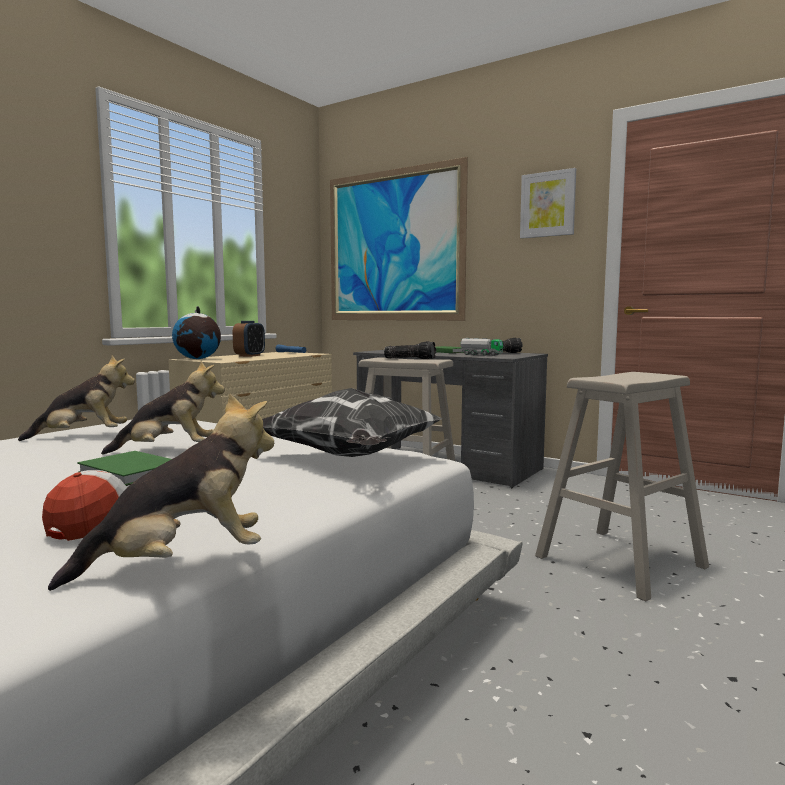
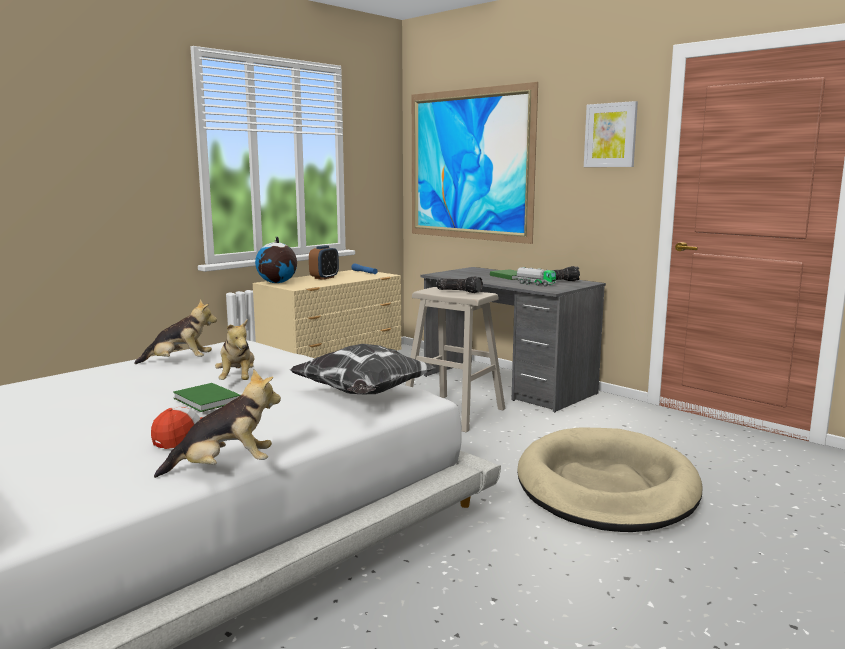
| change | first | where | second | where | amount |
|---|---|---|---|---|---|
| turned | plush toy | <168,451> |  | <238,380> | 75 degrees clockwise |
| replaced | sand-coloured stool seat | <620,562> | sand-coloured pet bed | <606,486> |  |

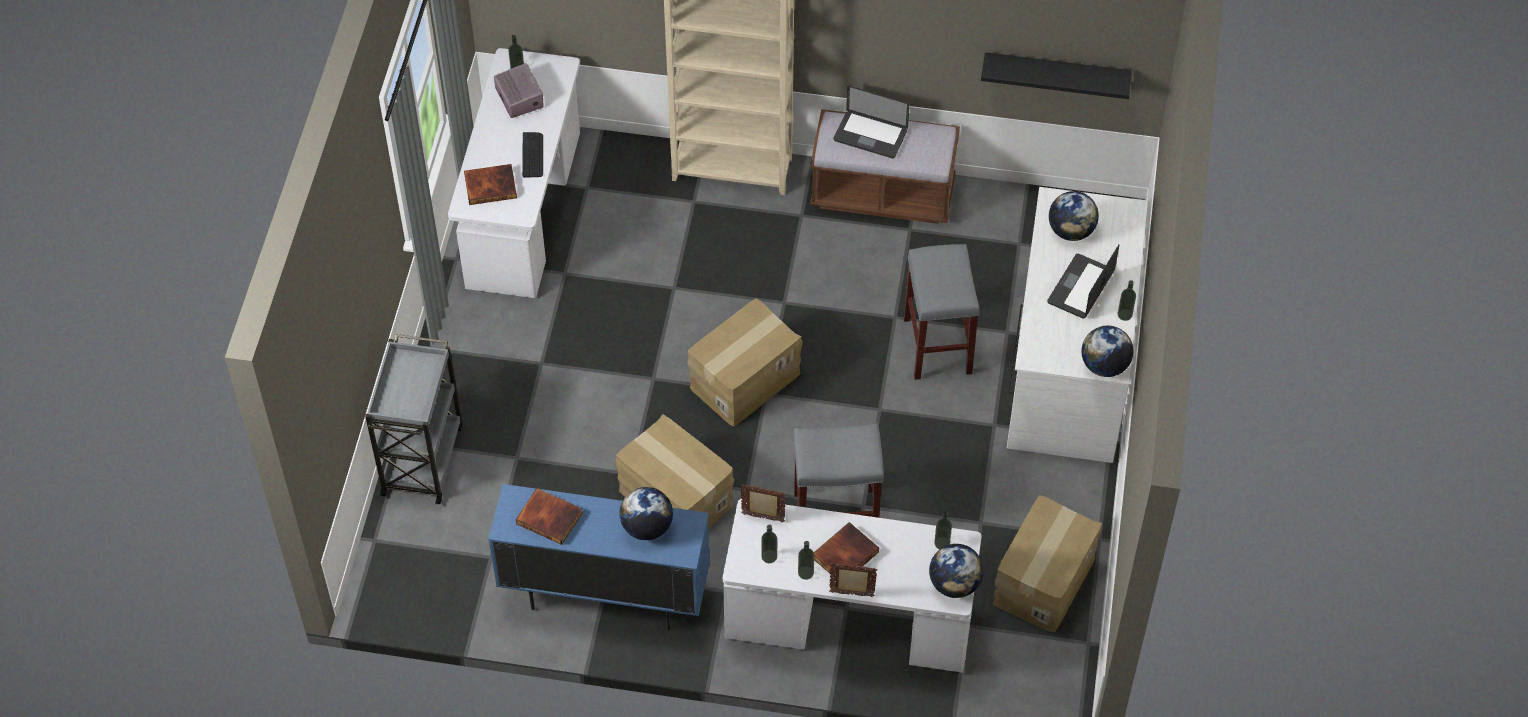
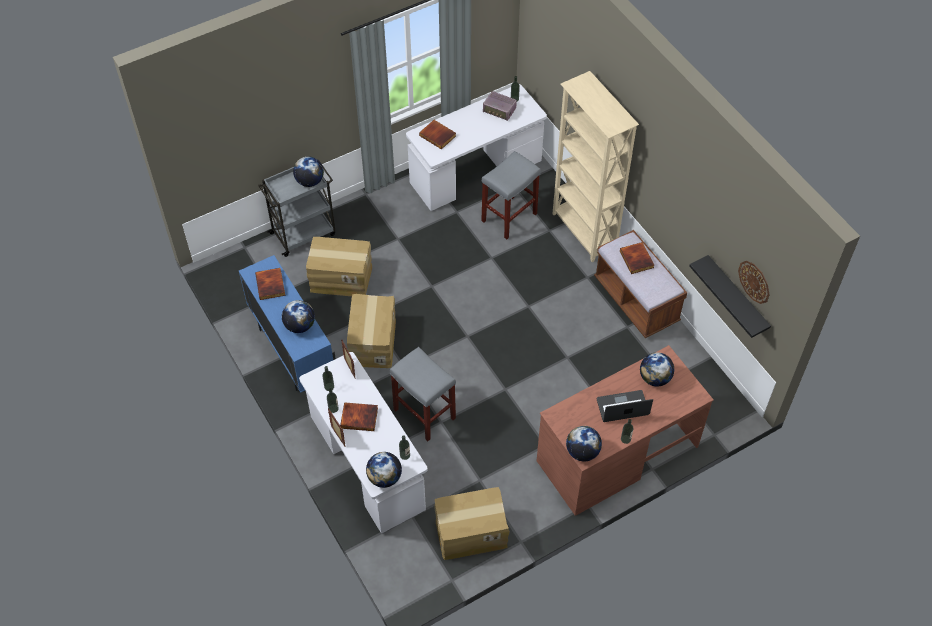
| change | first | where | second | where | amount |
|---|---|---|---|---|---|
| turned | radio receiver | <519,98> |  | <499,110> | 90 degrees clockwise |
| removed | keyboard | <533,155> |  |  |  |
| moved | packing box | <744,379> |  | <341,278> |  |
| replaced | portable computer | <870,135> | bound book | <637,259> |  |
| moved | gray stool seat | <938,347> |  | <509,218> |  |
| recoloured | white desk | <1069,365> | brown-coloured desk | <616,453> |  |
| added |  |  | desk globe | <309,181> |  |
| added |  |  | hanging clock | <754,281> |  |

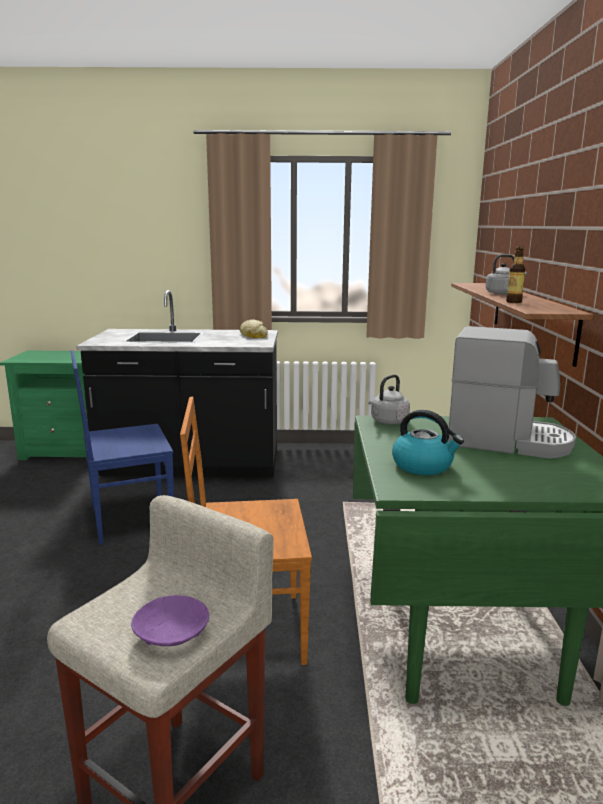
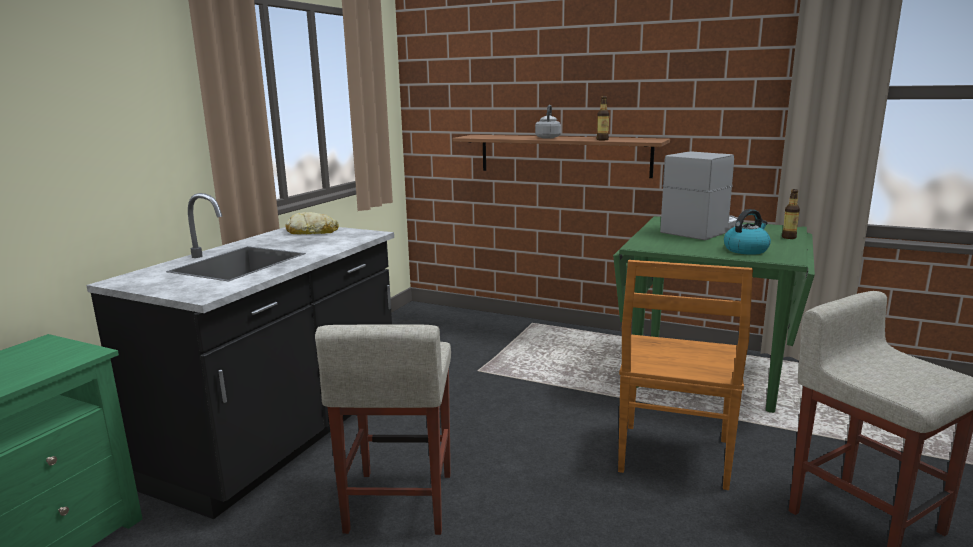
| change | first | where | second | where | amount |
|---|---|---|---|---|---|
| replaced | bluish upright chair | <129,519> | sand-coloured stool seat | <399,503> |  |
| removed | purple deep dish | <171,634> |  |  |  |
| removed | gray water kettle | <388,421> |  |  |  |
| added |  |  | drink bottle | <789,237> |  |

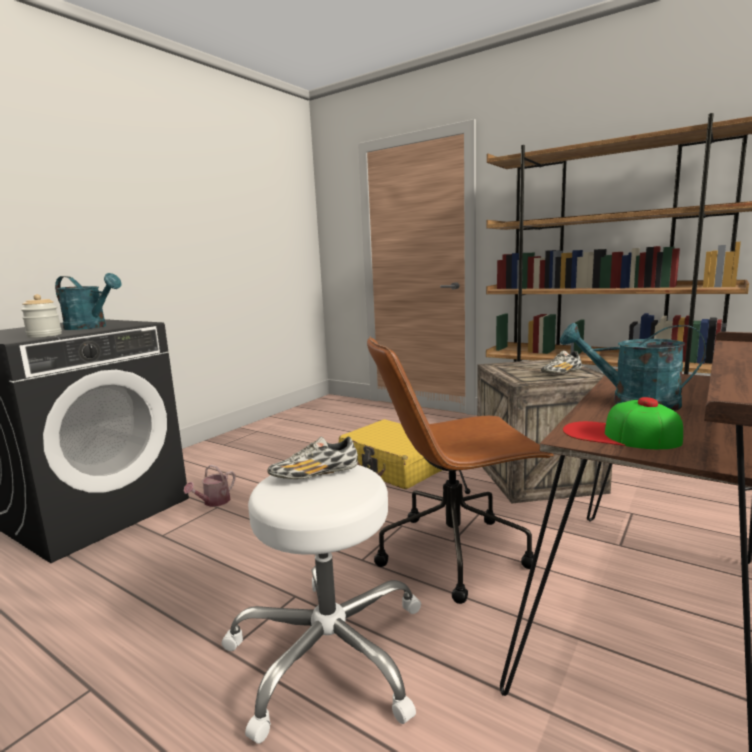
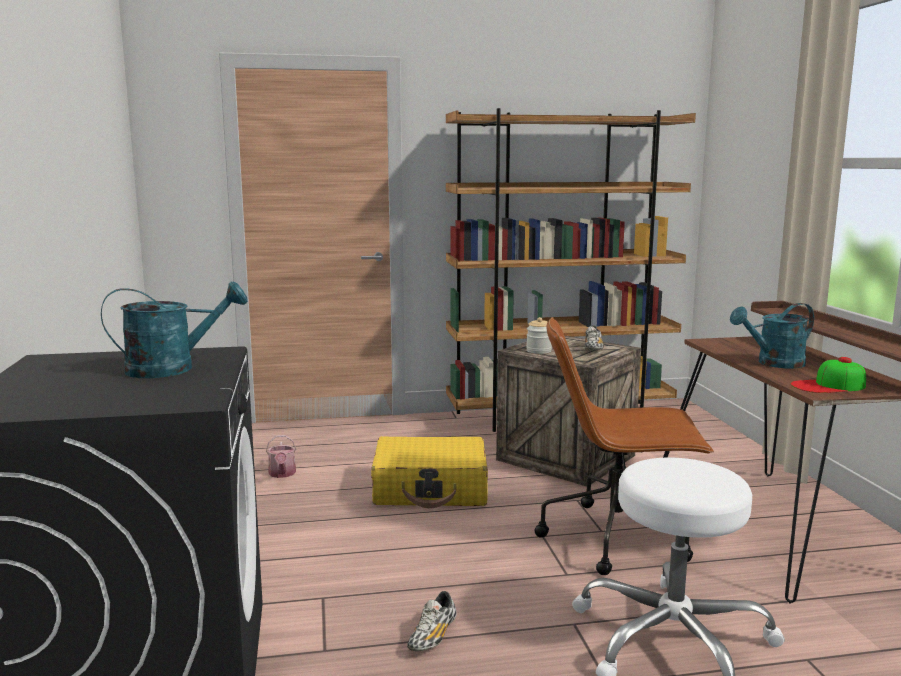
| change | first | where | second | where | amount |
|---|---|---|---|---|---|
| moved | jar | <44,335> |  | <539,351> |  |
| moved | watering can | <214,502> |  | <282,474> |  |
| moved | item of footwear | <315,476> |  | <433,637> |  |
| turned | brown-coloured computer chair | <455,551> |  | <617,537> | 60 degrees clockwise |

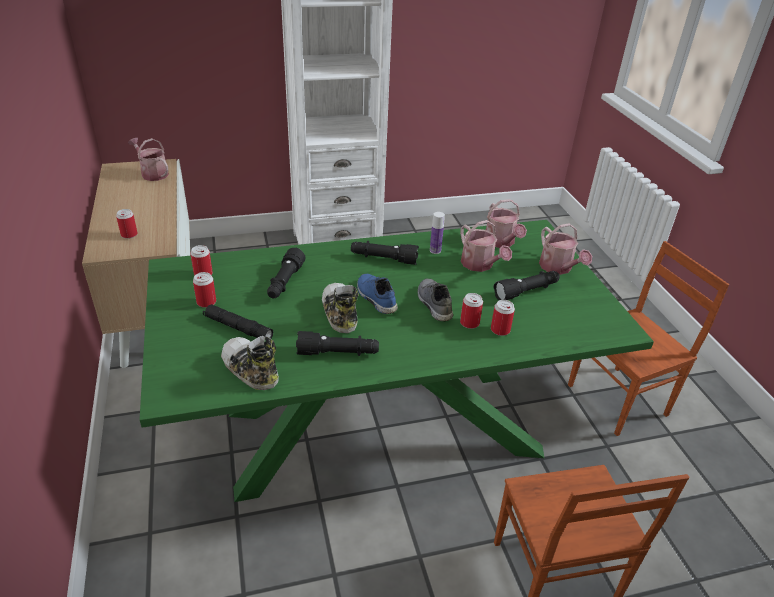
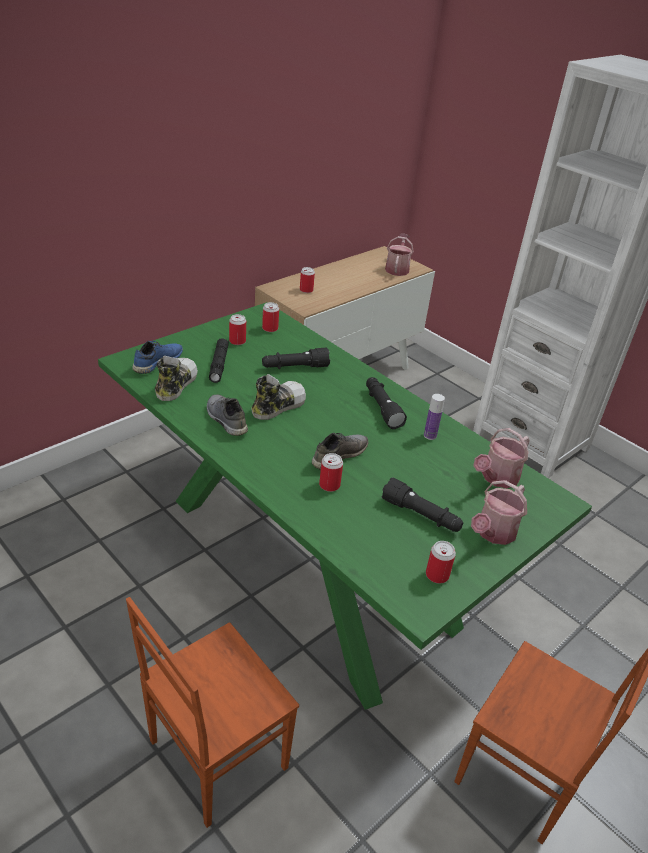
| change | first | where | second | where | amount |
|---|---|---|---|---|---|
| replaced | black-coloured flashlight | <338,353> | gray item of footwear | <225,420> |  |
| moved | bluish item of footwear | <375,298> |  | <157,362> |  |
| removed | watering can | <480,265> |  |  |  |
| moved | metal can | <500,330> |  | <437,575> |  |

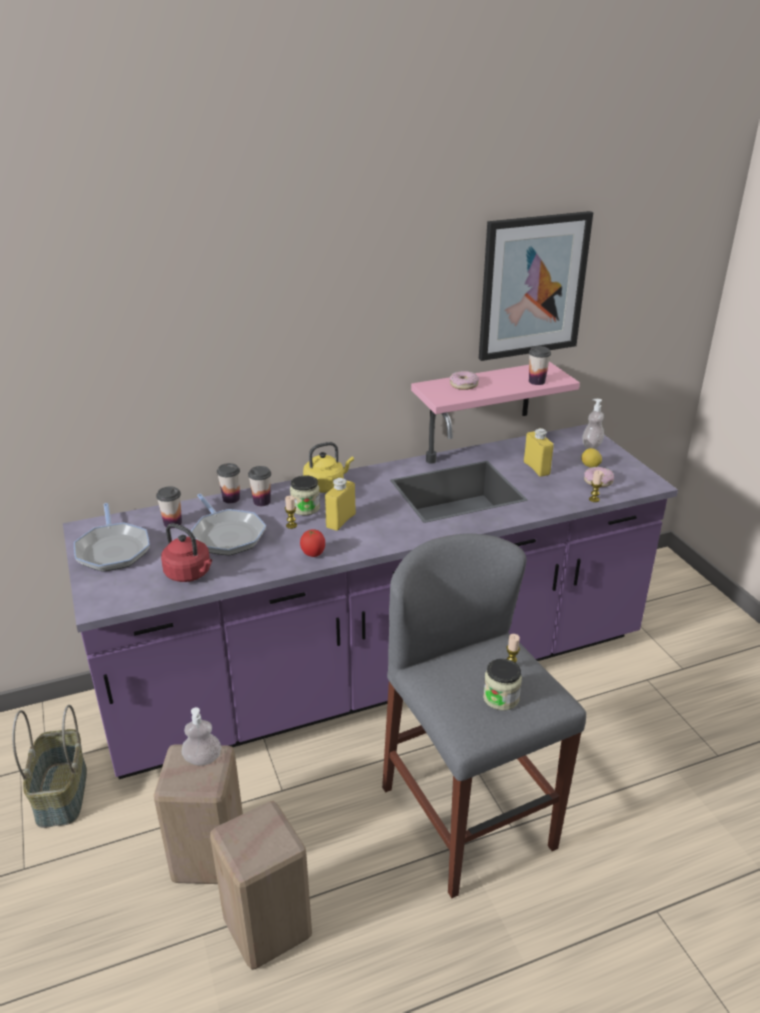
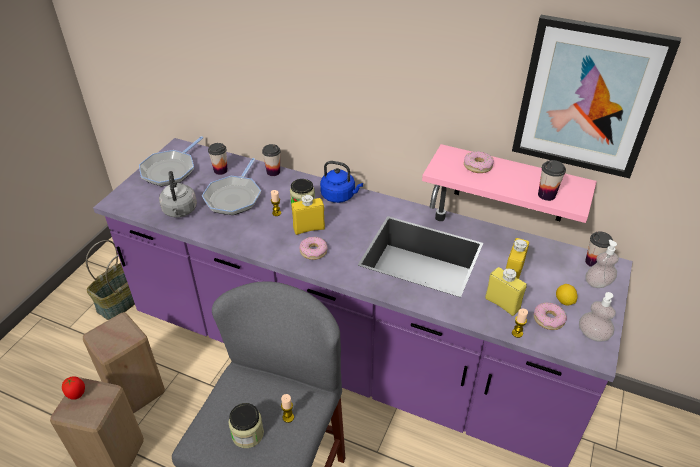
| change | first | where | second | where | amount |
|---|---|---|---|---|---|
| recoloured | red-coloured water kettle | <190,574> | gray water kettle | <180,211> |  |
| moved | soap bottle | <203,759> |  | <593,334> |  |
| moved | small cup | <262,501> |  | <593,262> |  |
| moved | whole tomato | <313,554> |  | <77,394> |  |
| recoloured | yellow water kettle | <326,486> | bluish water kettle | <340,196> |  |
| added |  |  | donut | <313,251> |  |
| added |  |  | yellow drink bottle | <502,304> |  |

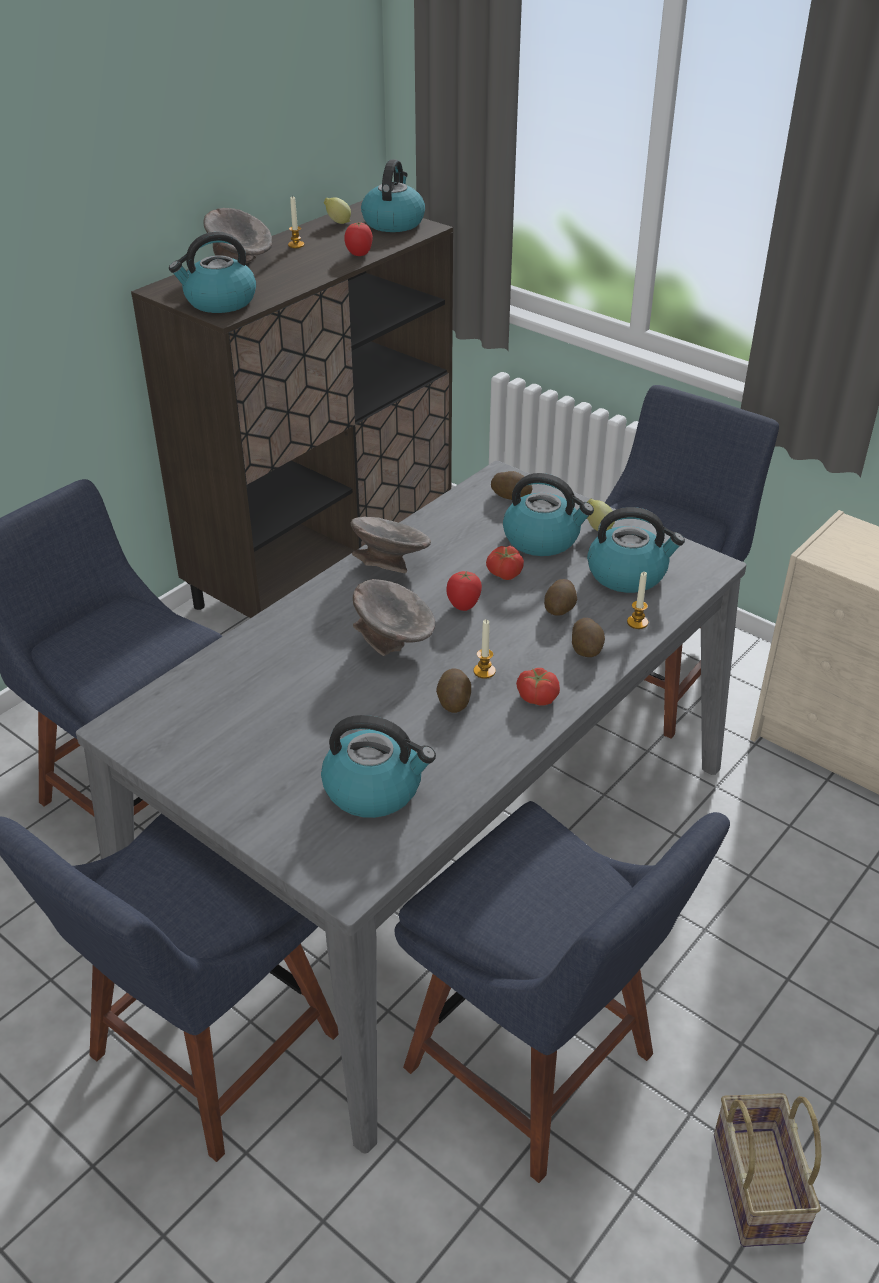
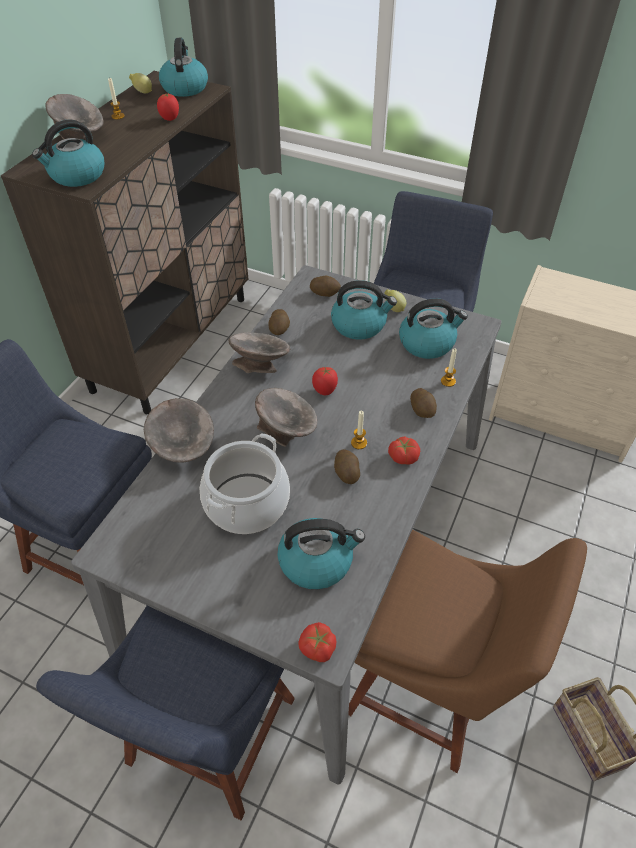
| change | first | where | second | where | amount |
|---|---|---|---|---|---|
| recoloured | bluish upright chair | <539,1069> | brown-coloured upright chair | <432,690> |  |
| moved | whole tomato | <504,573> |  | <317,648> |  |
| moved | whole potato | <560,609> |  | <279,329> |  |
| added |  |  | gray deep dish | <184,450> |  |
| added |  |  | saucepot | <246,503> |  |

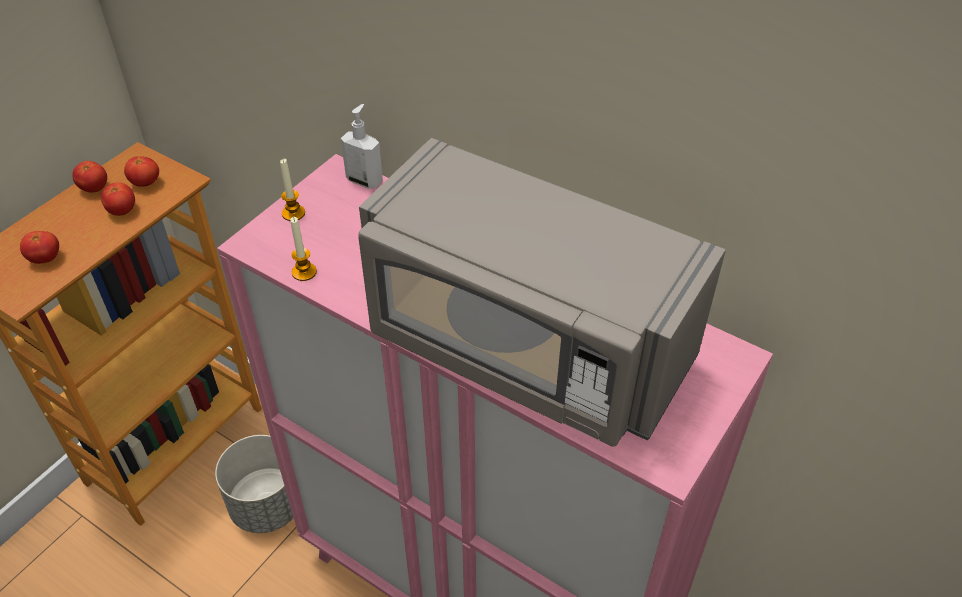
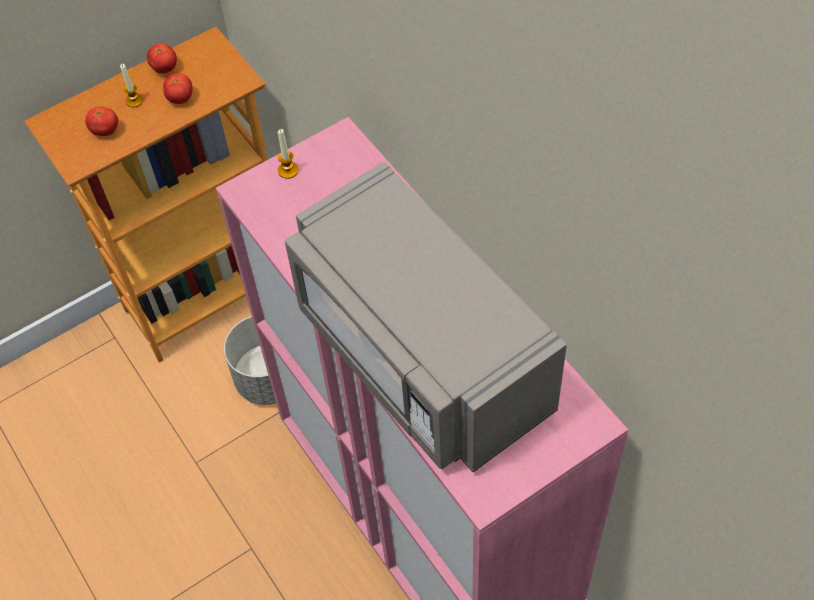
| change | first | where | second | where | amount |
|---|---|---|---|---|---|
| removed | whole tomato | <145,183> |  |  |  |
| moved | wax candle | <304,272> |  | <134,101> |  |
| removed | soap bottle | <365,181> |  |  |  |

